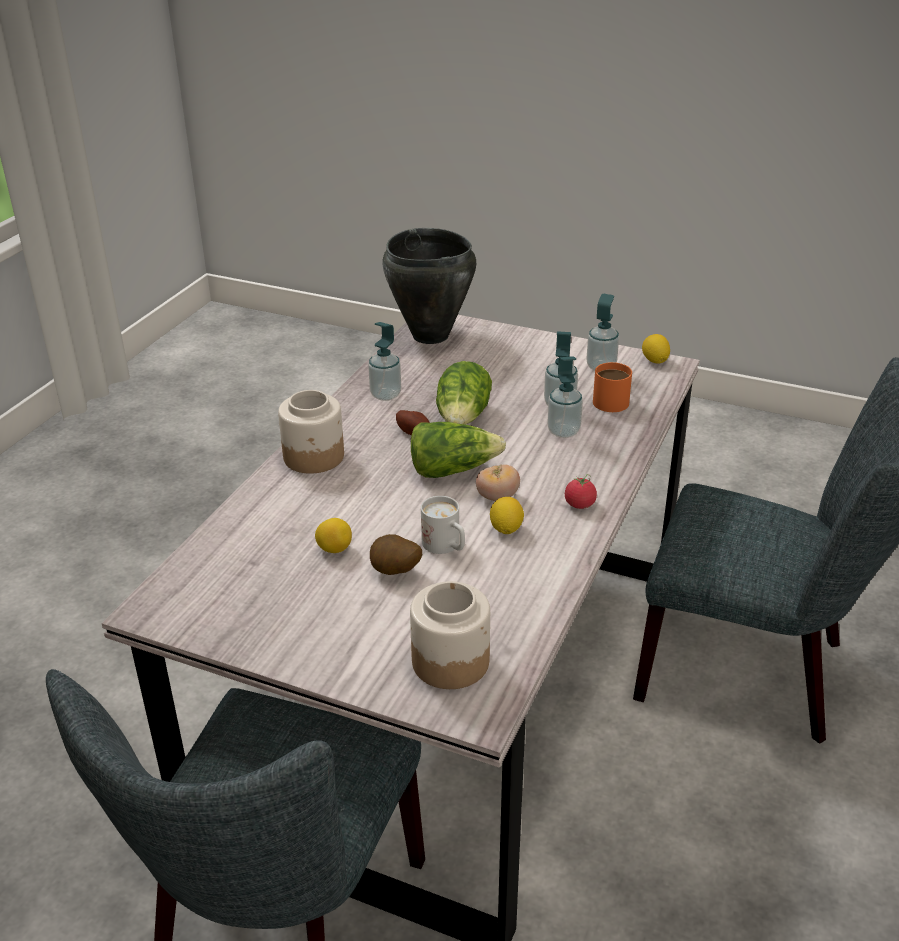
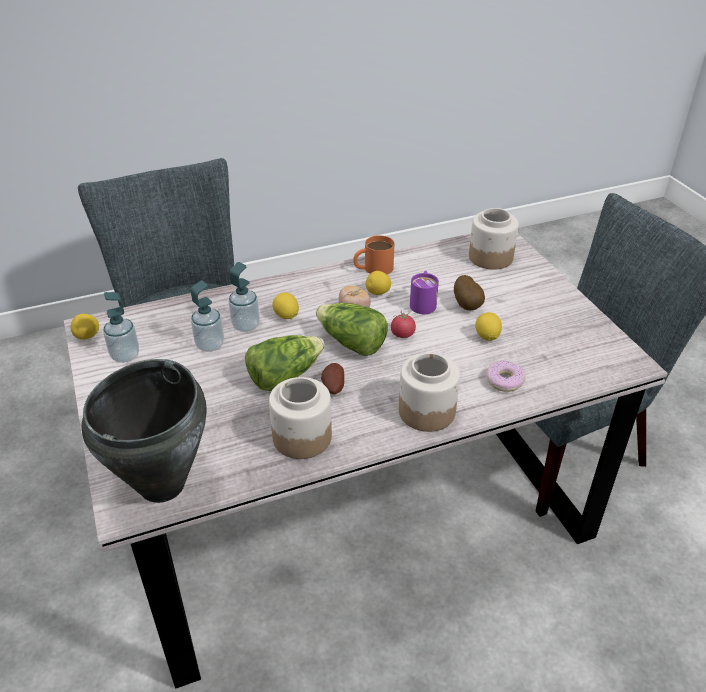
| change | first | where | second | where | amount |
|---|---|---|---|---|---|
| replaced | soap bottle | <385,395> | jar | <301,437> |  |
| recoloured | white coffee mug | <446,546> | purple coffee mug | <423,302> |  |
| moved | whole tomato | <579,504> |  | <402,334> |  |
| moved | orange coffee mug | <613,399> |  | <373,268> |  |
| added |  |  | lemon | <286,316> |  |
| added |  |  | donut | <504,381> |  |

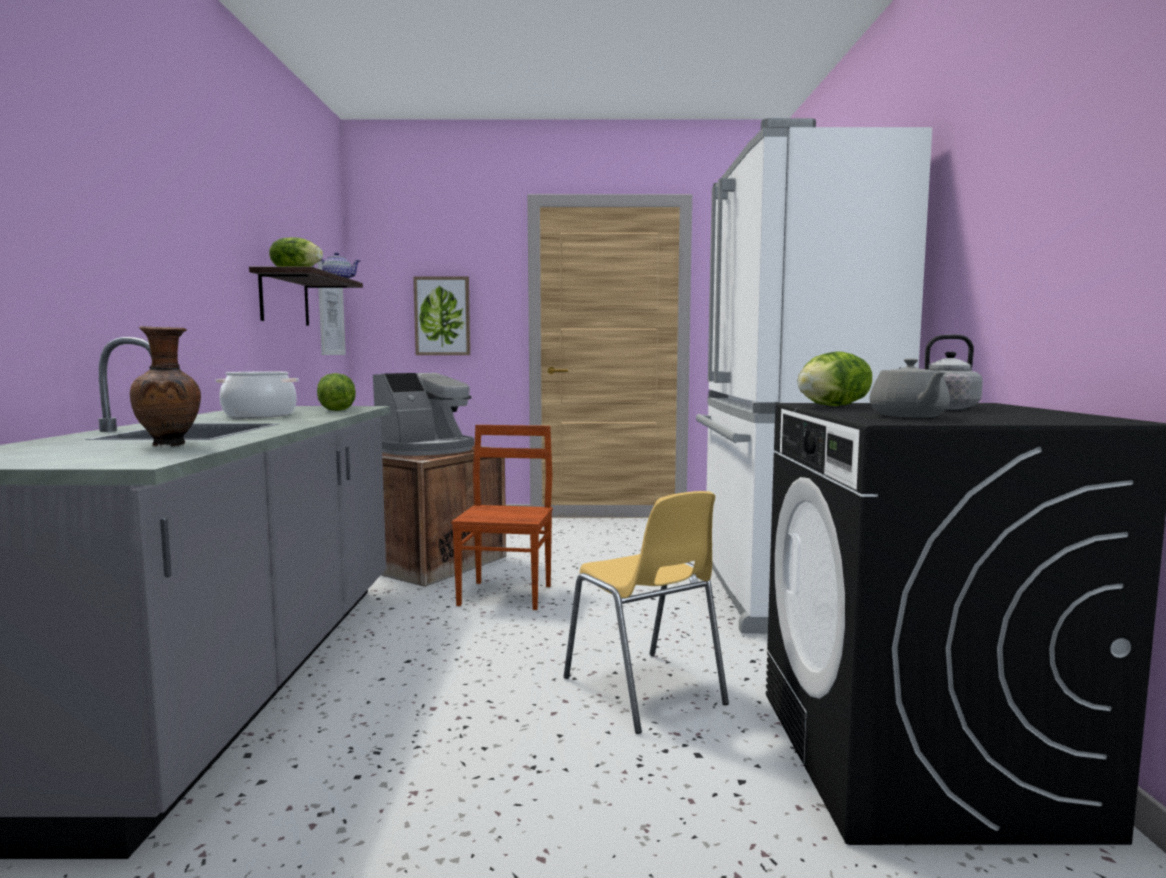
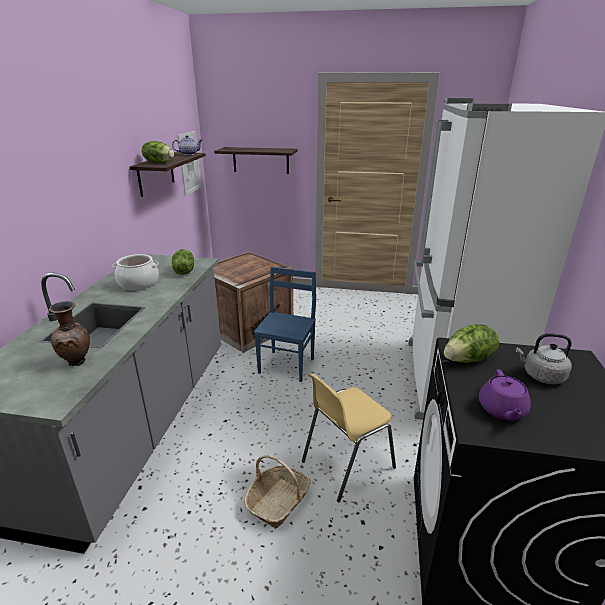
| change | first | where | second | where | amount |
|---|---|---|---|---|---|
| removed | coffee brewer | <426,450> |  |  |  |
| replaced | picture | <442,316> | bracket shelf | <260,160> |  |
| recoloured | brown-coloured upright chair | <507,595> | bluish upright chair | <287,365> |  |
| turned | yellow upright chair | <644,691> |  | <346,464> | 75 degrees clockwise |
| recoloured | gray teapot | <908,416> | purple teapot | <501,410> |  |
| added |  |  | basket | <278,501> |  |

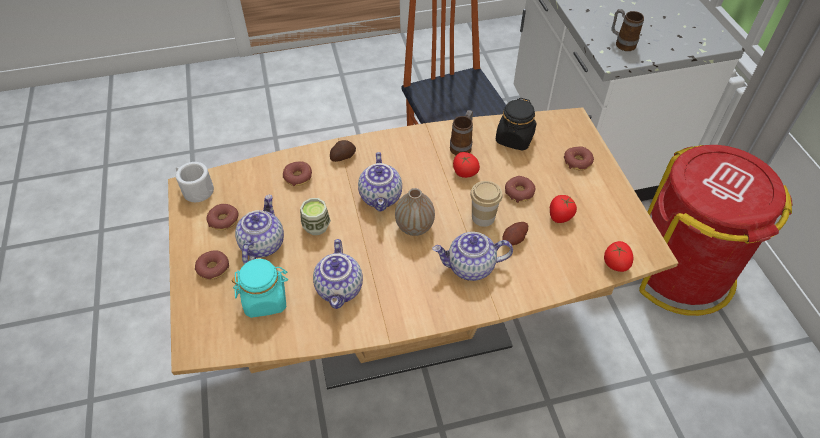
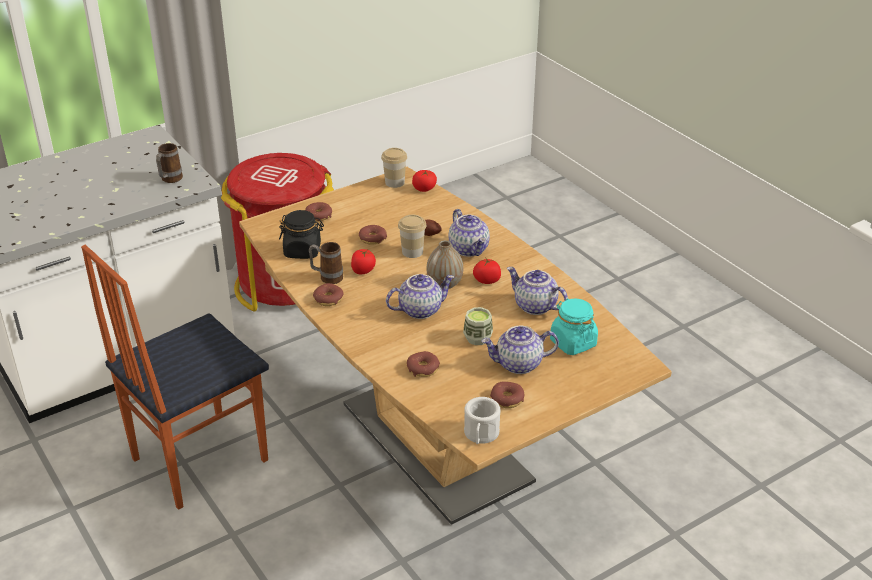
| change | first | where | second | where | amount |
|---|---|---|---|---|---|
| moved | donut | <213,268> |  | <328,299> |  |
| turned | teapot | <340,289> |  | <534,306> | 120 degrees counterclockwise |
| removed | whole potato | <342,156> |  |  |  |
| moved | whole tomato | <560,216> |  | <487,280> |  |
| added |  |  | small cup | <394,182> |  |

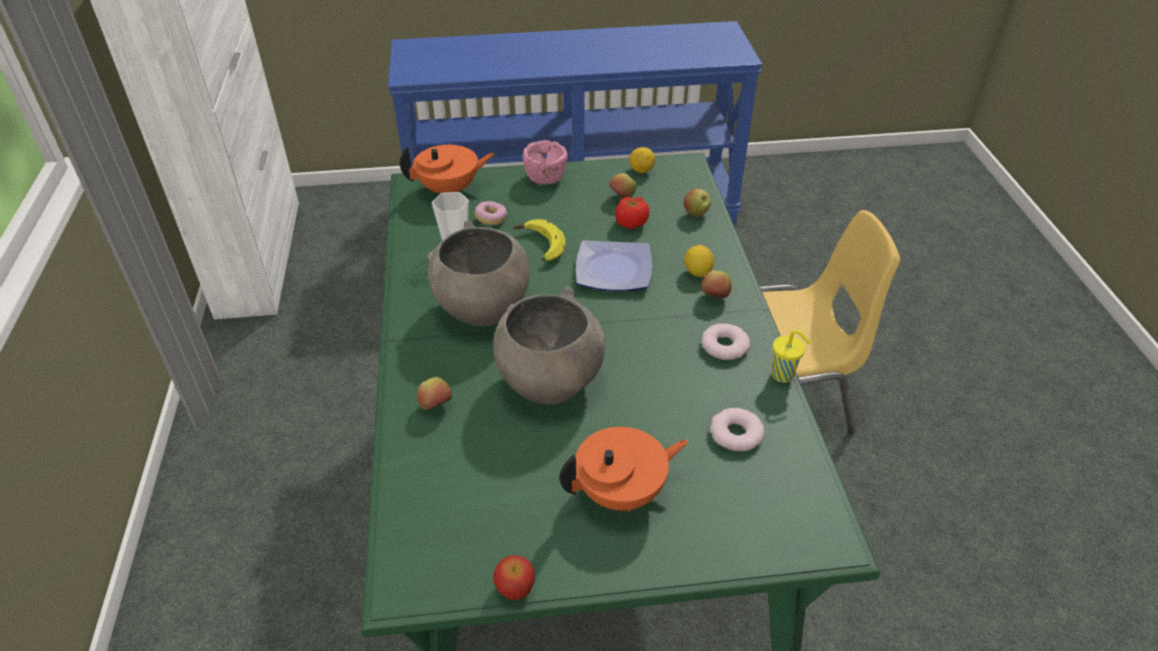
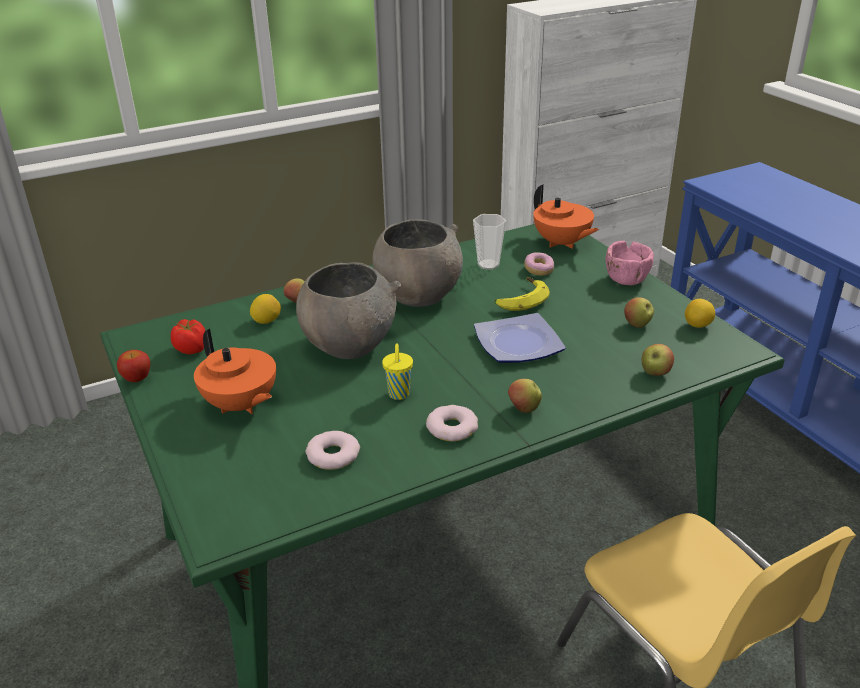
| change | first | where | second | where | amount |
|---|---|---|---|---|---|
| moved | whole tomato | <631,223> |  | <192,349> |  |
| moved | lemon | <697,272> |  | <266,321> |  |
| moved | yellow small cup | <784,376> |  | <399,395> |  |

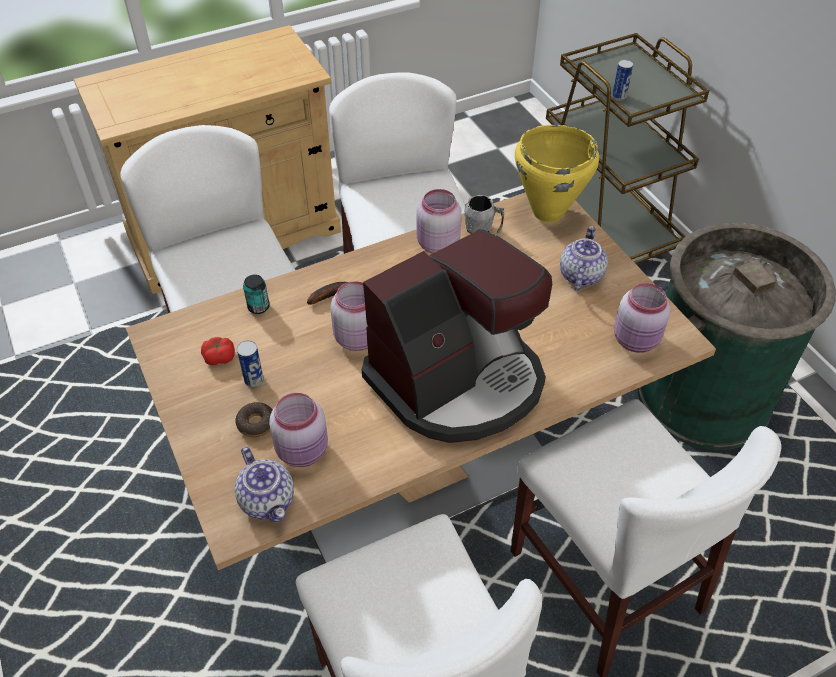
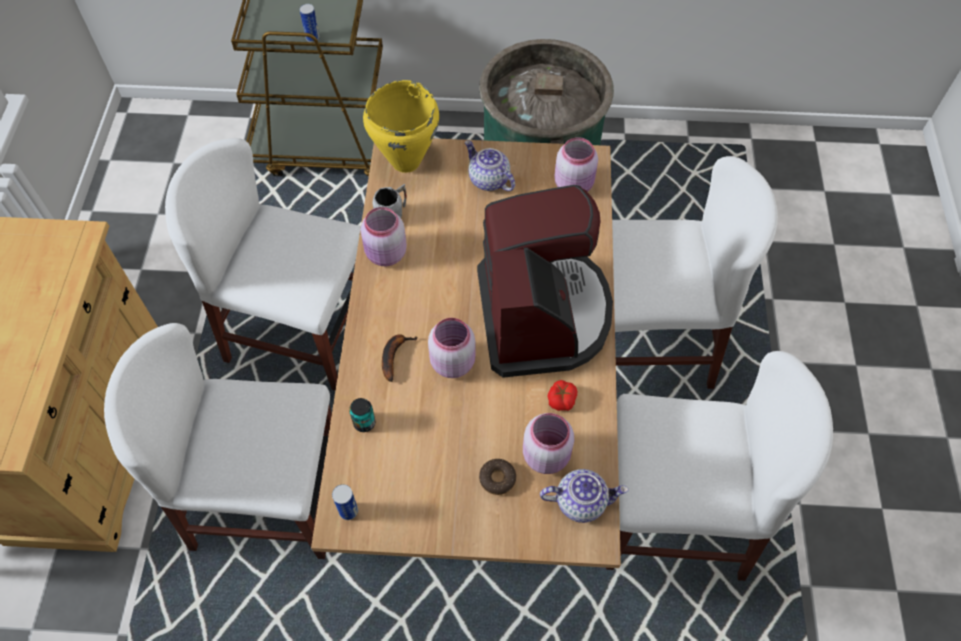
| change | first | where | second | where | amount |
|---|---|---|---|---|---|
| moved | whole tomato | <219,357> |  | <561,399> |  |
| moved | metal can | <254,380> |  | <348,511> |  |

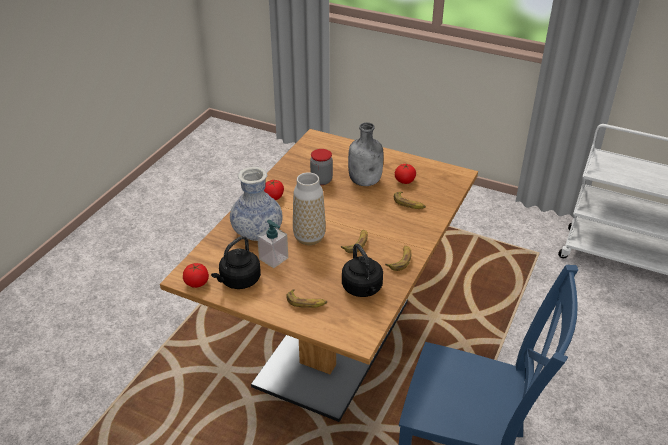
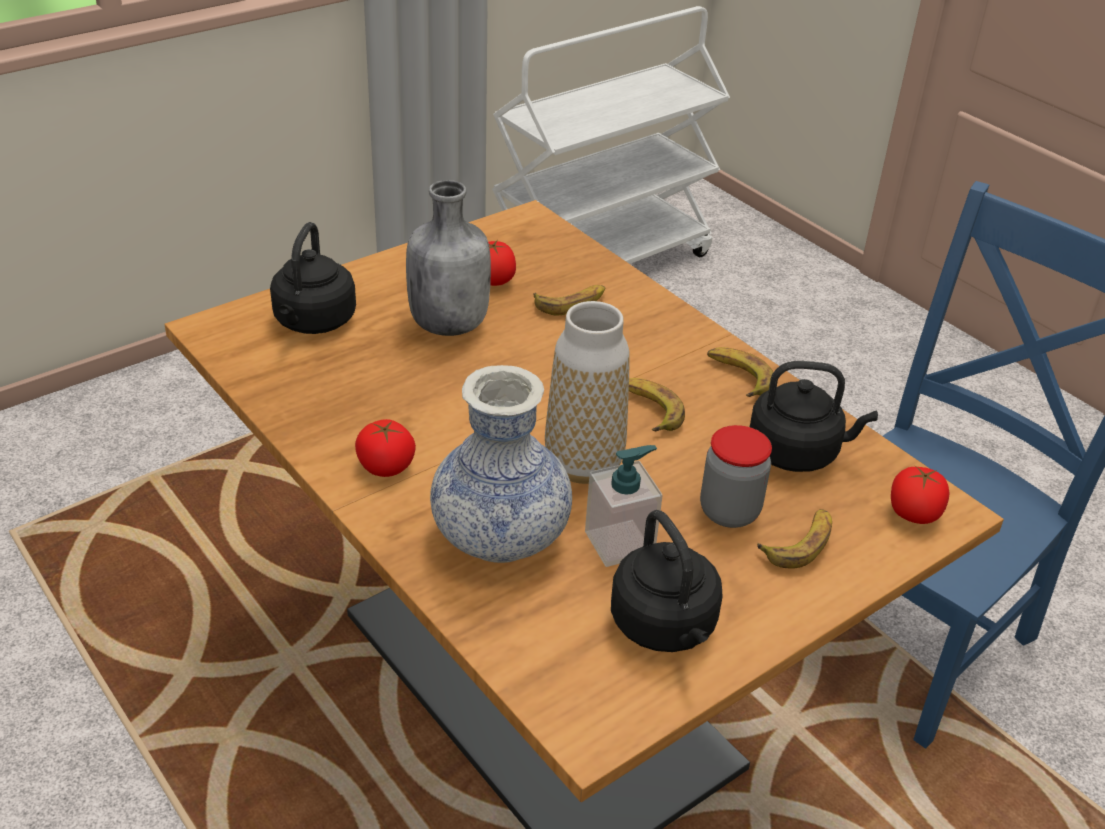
| change | first | where | second | where | amount |
|---|---|---|---|---|---|
| moved | whole tomato | <197,283> |  | <913,514> |  |
| moved | jar | <321,180> |  | <729,512> |  |
| added |  |  | black-coloured water kettle | <313,322> |  |

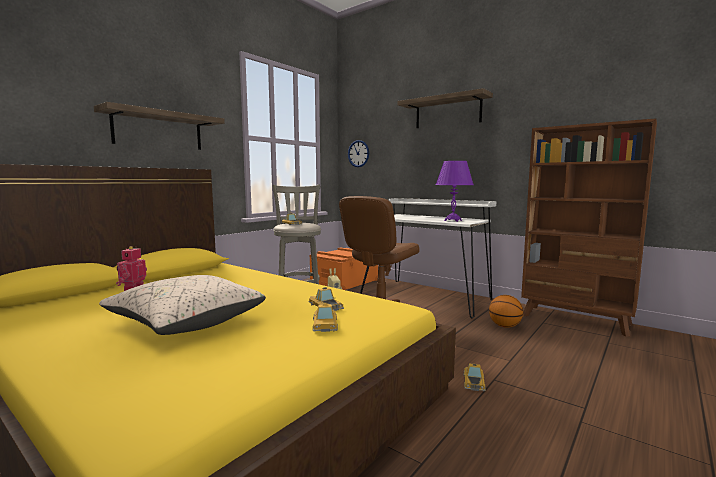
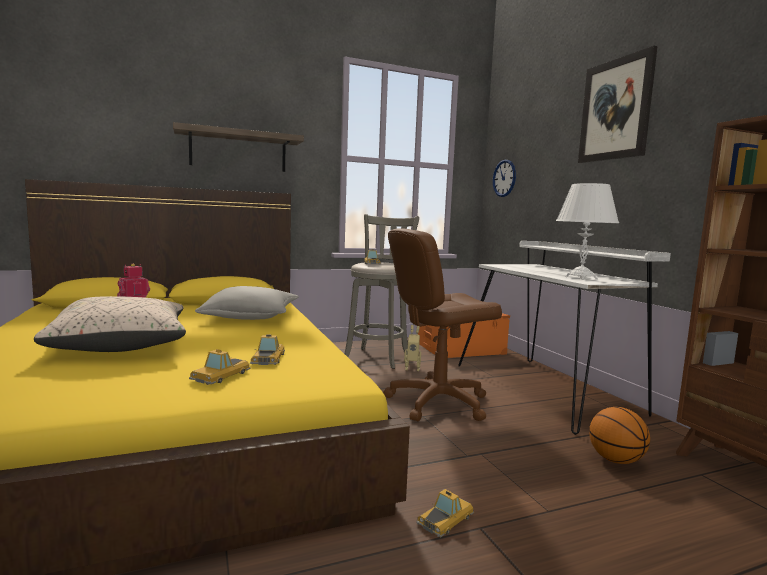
| change | first | where | second | where | amount |
|---|---|---|---|---|---|
| replaced | bracket shelf | <447,112> | picture | <615,110> |  |
| recoloured | purple lamp for a table | <453,220> | white lamp for a table | <581,278> |  |
| added |  |  | gray cushion | <251,317> |  |

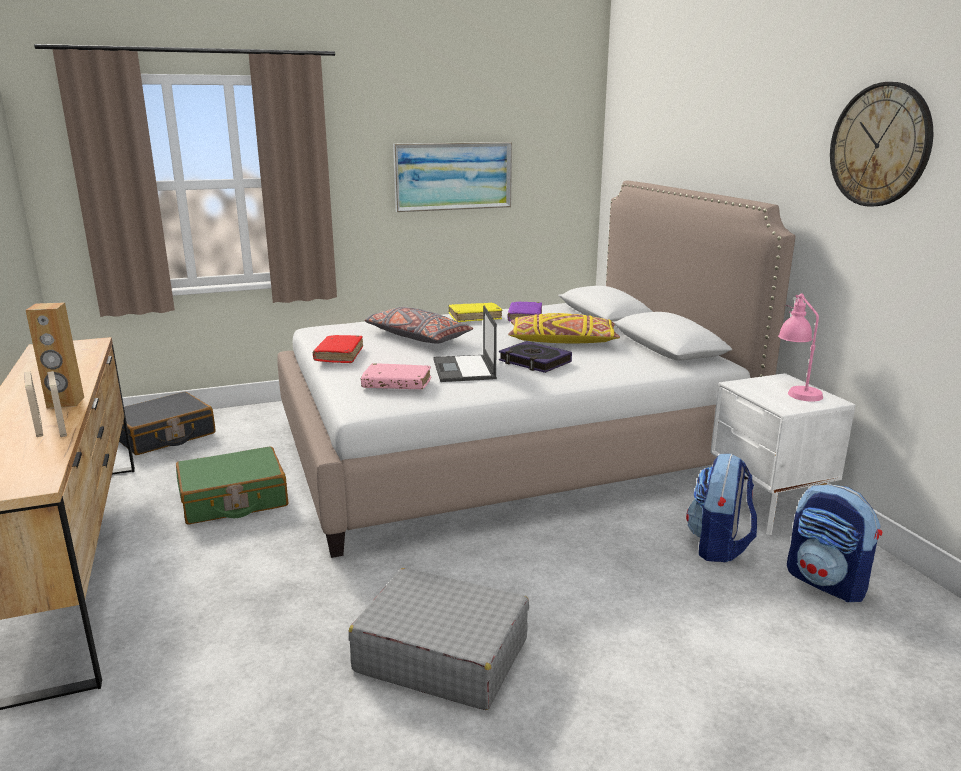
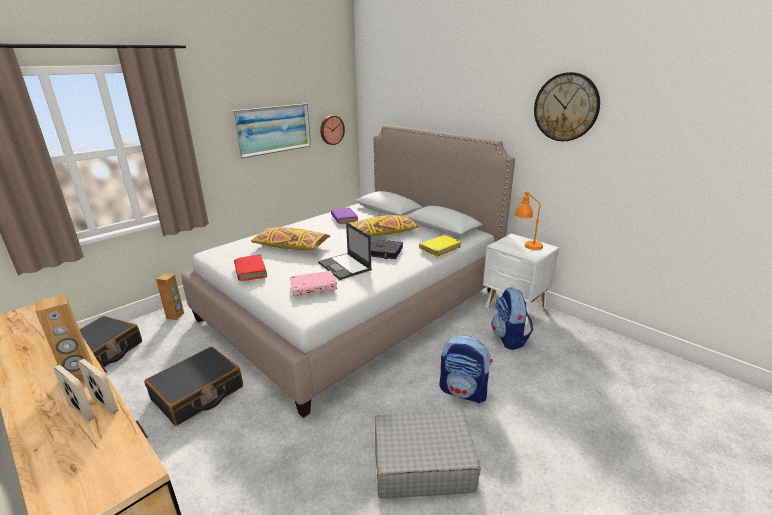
| change | first | where | second | where | amount |
|---|---|---|---|---|---|
| recoloured | greenish suitcase | <233,500> | black-coloured suitcase | <198,394> |  |
| recoloured | gray cushion | <417,337> | yellow cushion | <291,246> |  |
| moved | yellow bound book | <475,317> |  | <439,249> |  |
| recoloured | pink-coloured lamp for a table | <795,390> | orange lamp for a table | <526,244> |  |
| moved | backpack | <827,583> |  | <464,391> |  |
| added |  |  | brown-coloured loudspeaker | <175,316> |  |
| added |  |  | hanging clock | <331,130> |  |

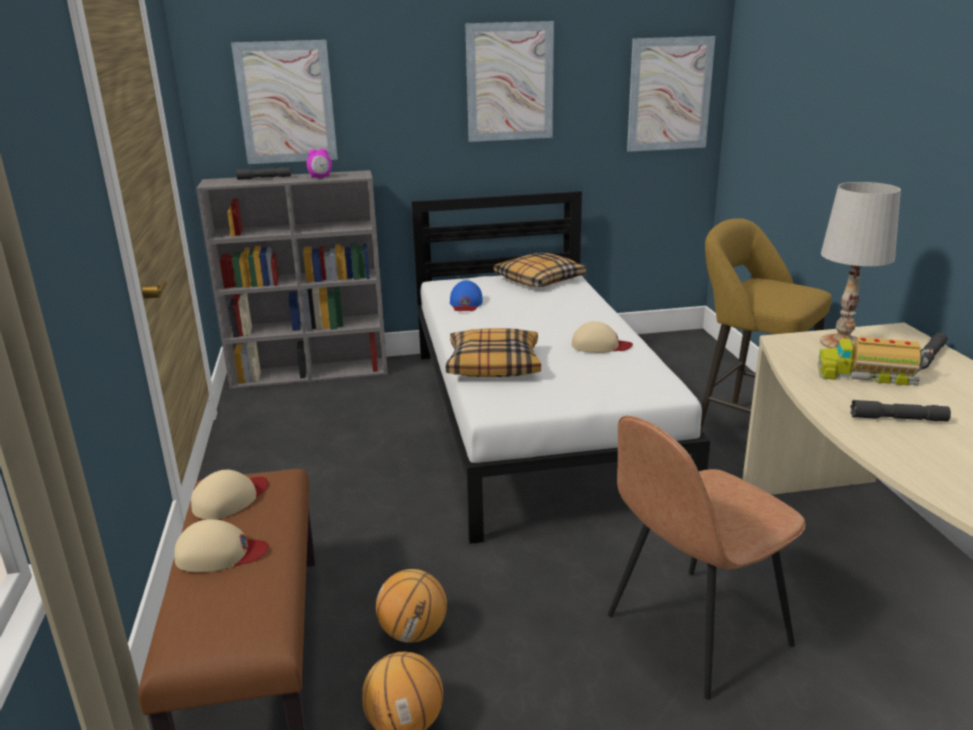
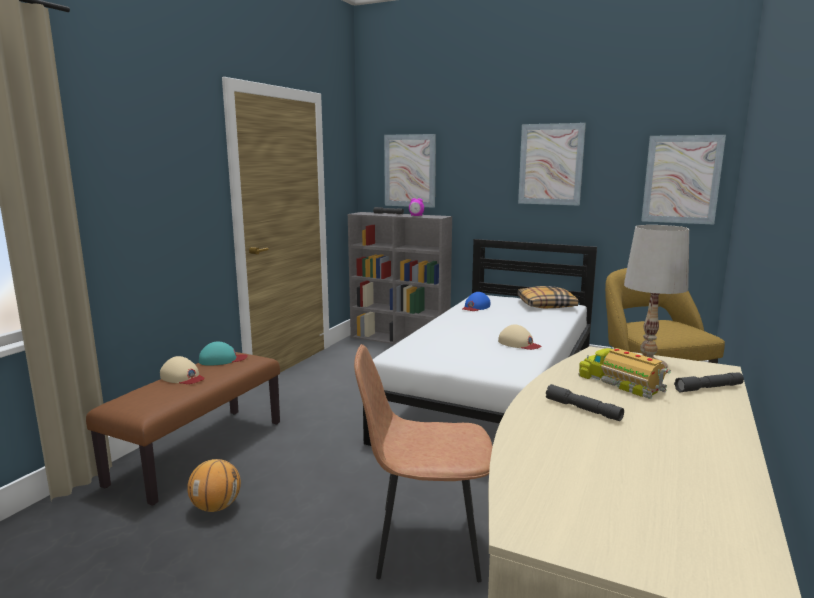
| change | first | where | second | where | amount |
|---|---|---|---|---|---|
| recoloured | sand-coloured peaked cap | <230,499> | blue-green peaked cap | <222,360> |  |
| removed | ball for basketball | <413,632> |  |  |  |
| removed | cushion | <494,365> |  |  |  |

